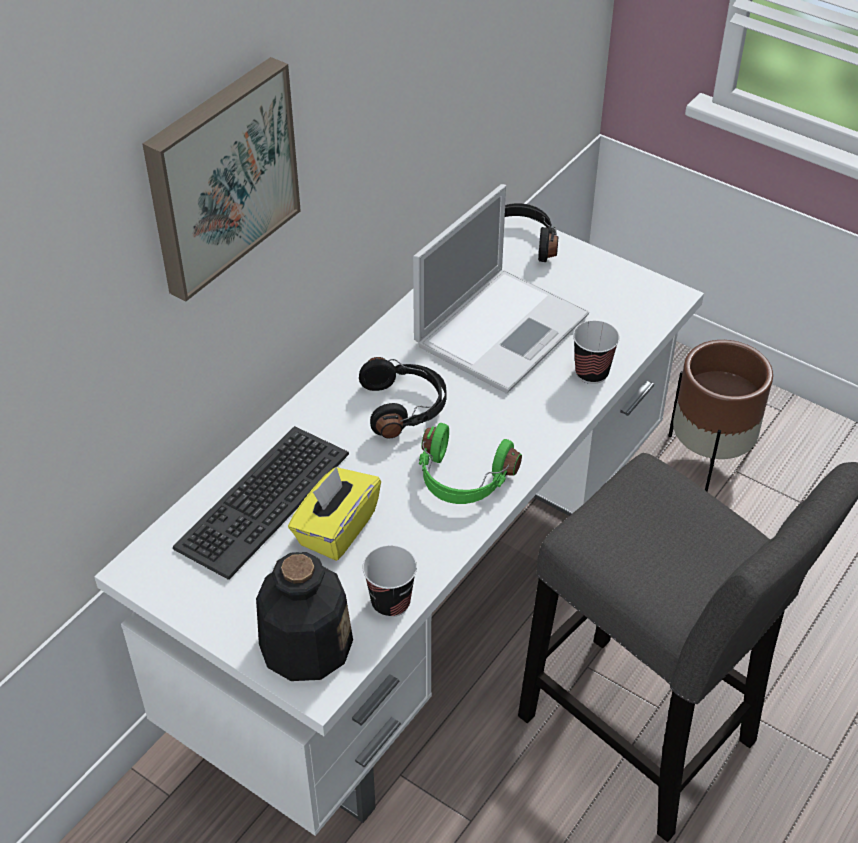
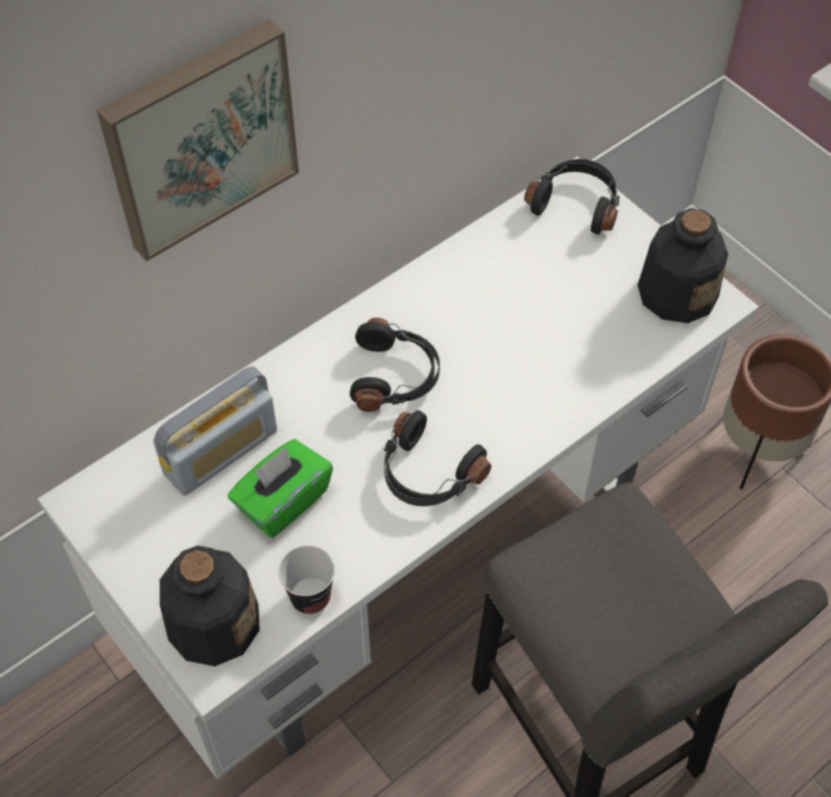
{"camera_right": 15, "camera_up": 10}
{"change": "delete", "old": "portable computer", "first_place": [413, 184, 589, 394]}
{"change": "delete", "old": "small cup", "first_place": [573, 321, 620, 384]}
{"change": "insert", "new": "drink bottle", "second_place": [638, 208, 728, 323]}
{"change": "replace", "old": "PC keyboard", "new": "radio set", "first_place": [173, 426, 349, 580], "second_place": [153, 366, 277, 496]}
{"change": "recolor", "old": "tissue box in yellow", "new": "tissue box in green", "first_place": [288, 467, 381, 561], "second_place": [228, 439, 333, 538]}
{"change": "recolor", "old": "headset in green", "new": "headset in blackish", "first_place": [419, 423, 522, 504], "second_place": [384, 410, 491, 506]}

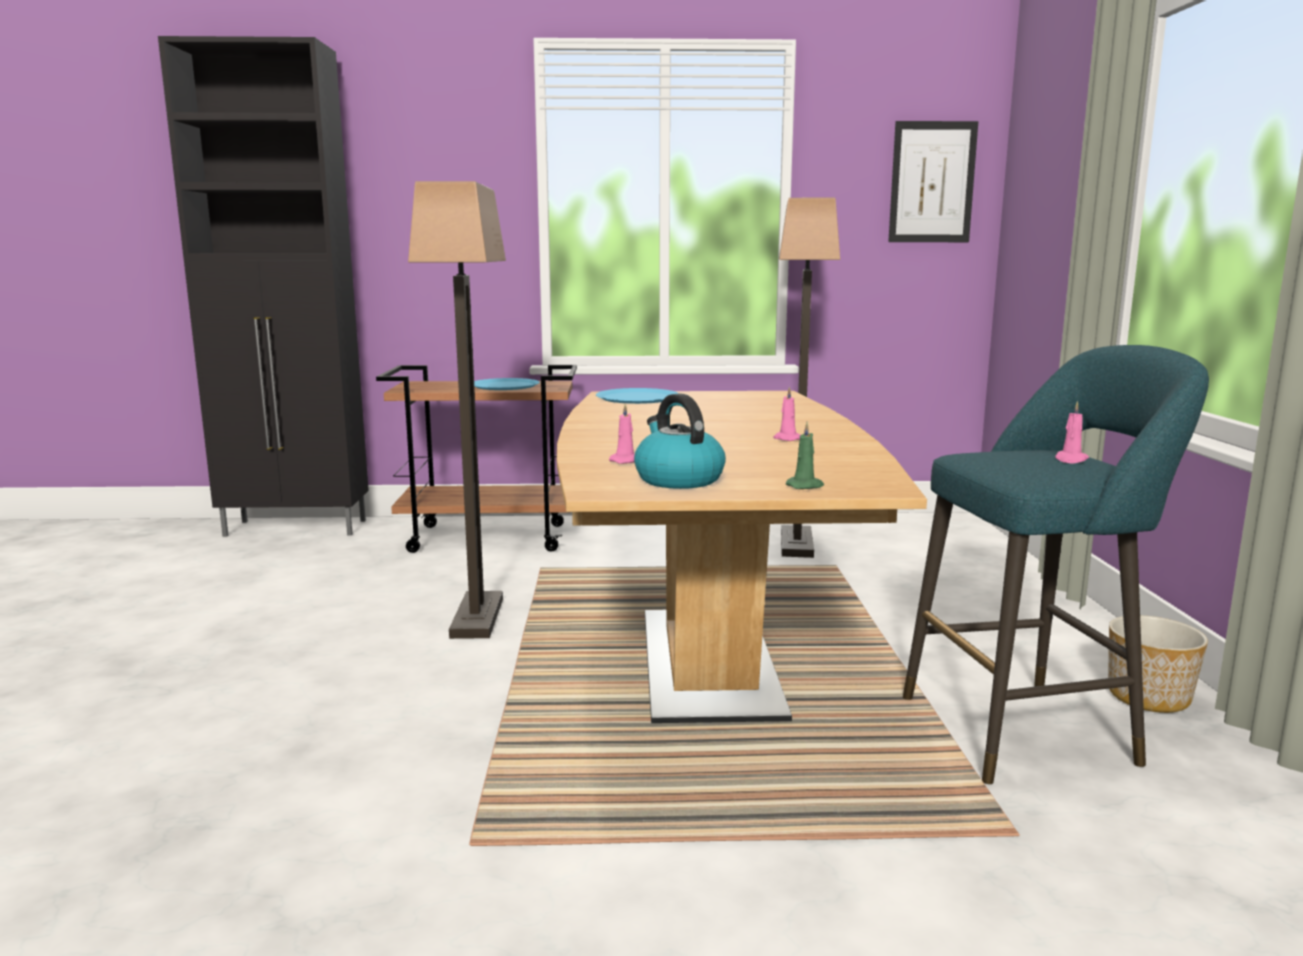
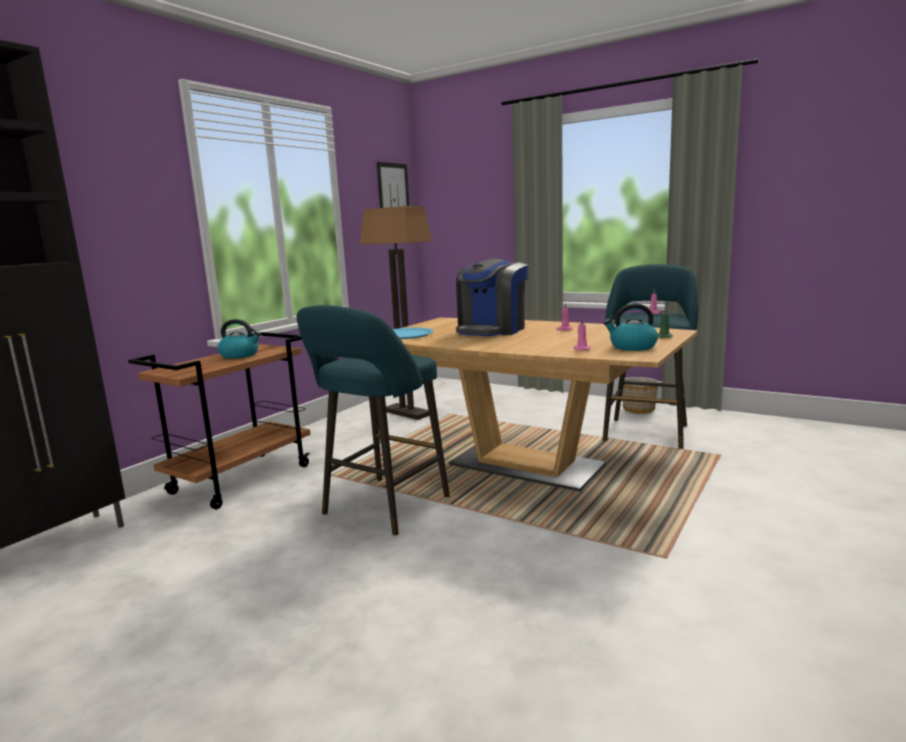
{"camera_right": -55, "camera_up": 0}
{"change": "insert", "new": "coffee machine", "second_place": [456, 259, 529, 336]}
{"change": "replace", "old": "floor lamp", "new": "stool seat in blue-green", "first_place": [408, 181, 506, 639], "second_place": [297, 305, 450, 535]}
{"change": "replace", "old": "dinner plate in blue-coloured", "new": "tea kettle", "first_place": [474, 378, 540, 390], "second_place": [218, 319, 261, 359]}

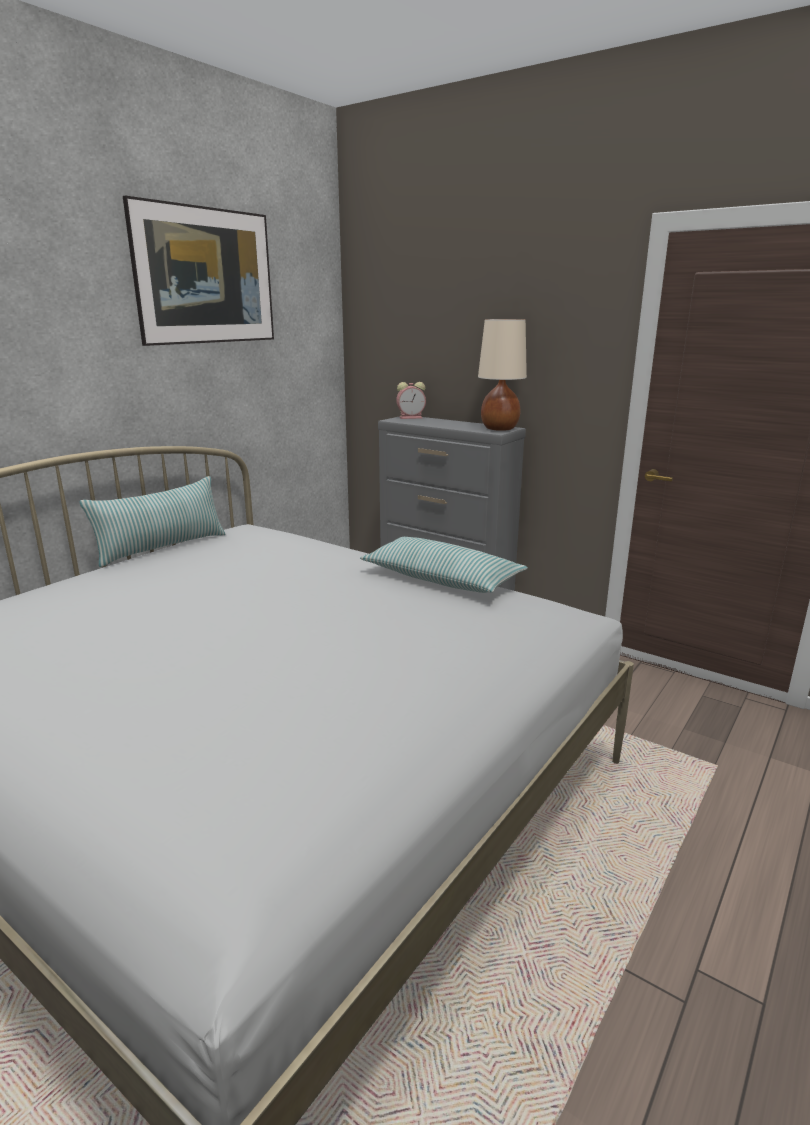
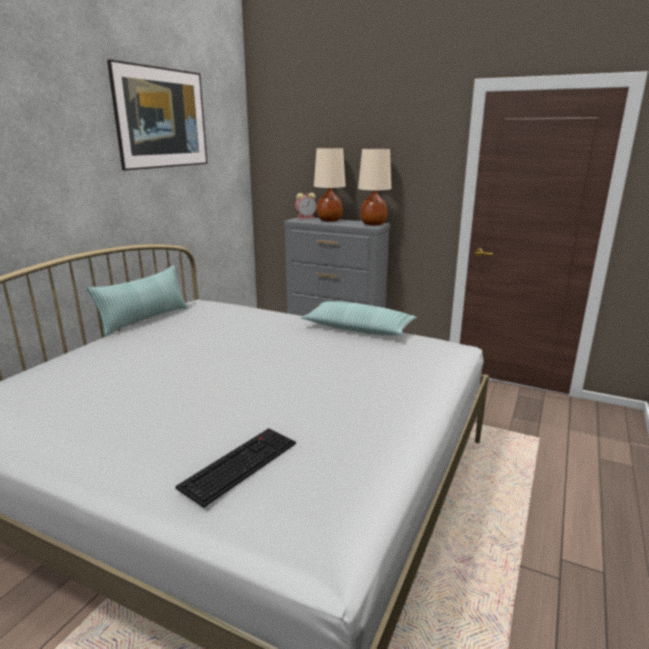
{"camera_right": -10, "camera_up": 0}
{"change": "insert", "new": "PC keyboard", "second_place": [175, 428, 296, 508]}
{"change": "insert", "new": "lamp for a table in beige-coloured", "second_place": [314, 148, 346, 222]}

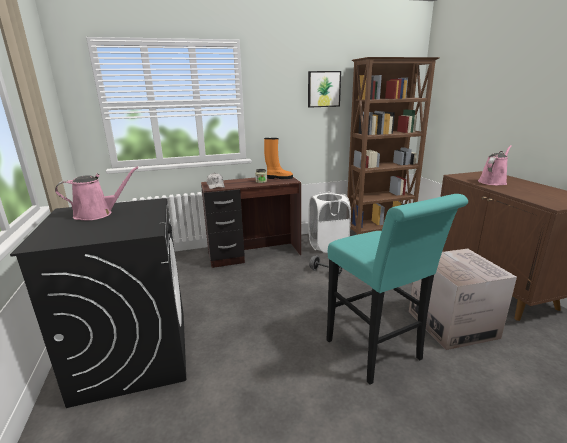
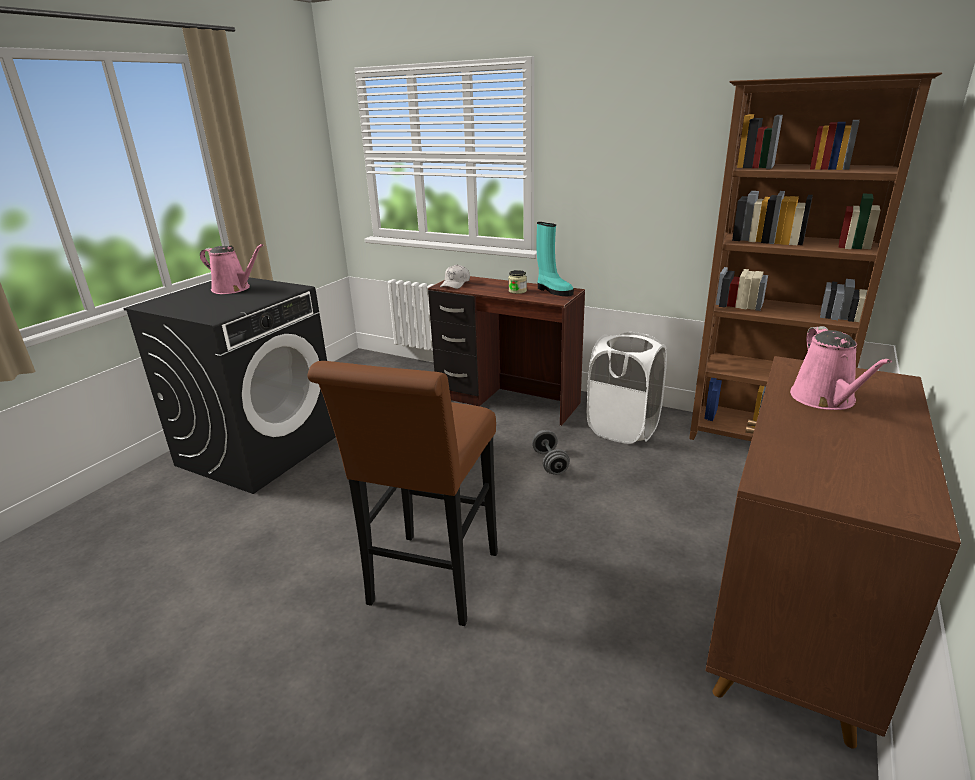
{"camera_right": 45, "camera_up": 5}
{"change": "delete", "old": "wall picture", "first_place": [308, 71, 341, 108]}
{"change": "delete", "old": "packing box", "first_place": [409, 249, 517, 350]}
{"change": "recolor", "old": "boot in orangey", "new": "boot in blue-green", "first_place": [264, 138, 293, 179], "second_place": [536, 222, 574, 296]}
{"change": "recolor", "old": "stool seat in blue-green", "new": "stool seat in brown-coloured", "first_place": [326, 194, 468, 385], "second_place": [308, 361, 498, 626]}
{"change": "rotate", "old": "watering pot in pink-coloured", "first_place": [478, 145, 512, 186], "second_place": [790, 326, 892, 410], "degrees": 90}

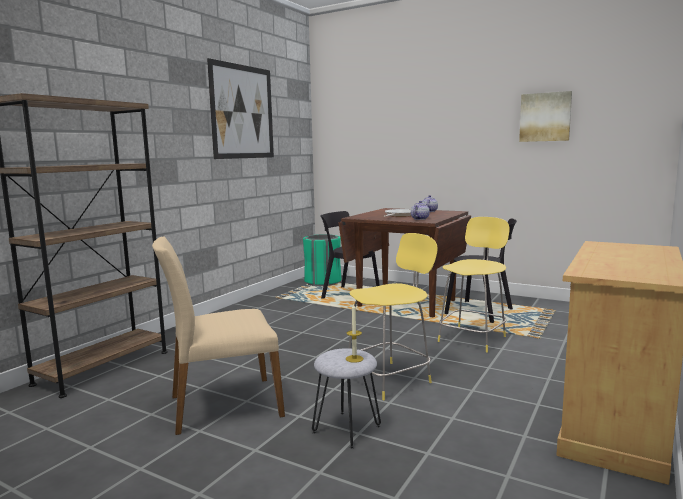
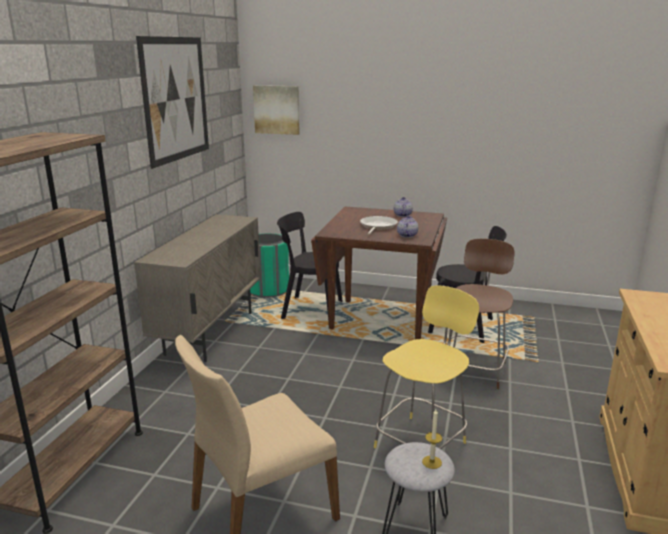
{"camera_right": -15, "camera_up": 10}
{"change": "insert", "new": "cabinet in beige-coloured", "second_place": [134, 214, 261, 362]}
{"change": "move", "old": "wall picture", "first_place": [519, 91, 572, 142], "second_place": [253, 85, 300, 135]}
{"change": "recolor", "old": "stool seat in yellow", "new": "stool seat in brown-coloured", "first_place": [438, 217, 509, 352], "second_place": [447, 239, 515, 389]}

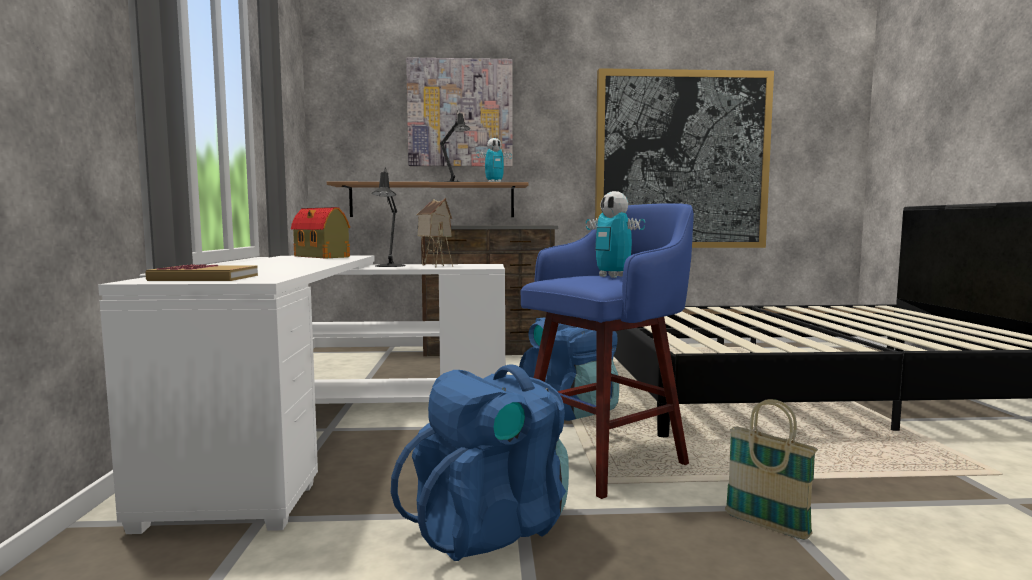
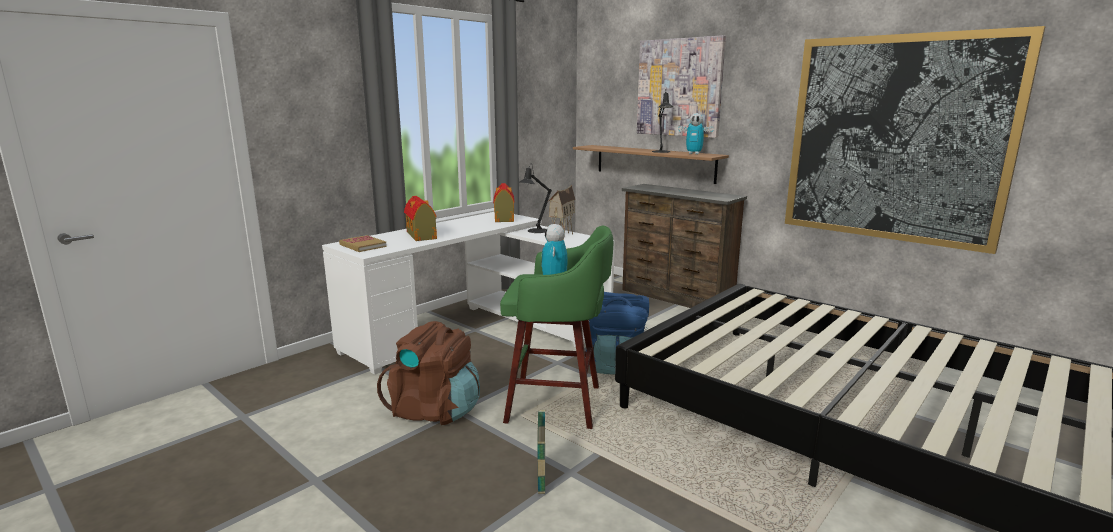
{"camera_right": 45, "camera_up": 10}
{"change": "insert", "new": "model house", "second_place": [404, 196, 437, 241]}
{"change": "recolor", "old": "knapsack in blue-coloured", "new": "knapsack in brown-coloured", "first_place": [391, 365, 569, 561], "second_place": [377, 321, 480, 425]}
{"change": "recolor", "old": "stool seat in blue-coloured", "new": "stool seat in green", "first_place": [521, 203, 694, 499], "second_place": [500, 226, 613, 429]}

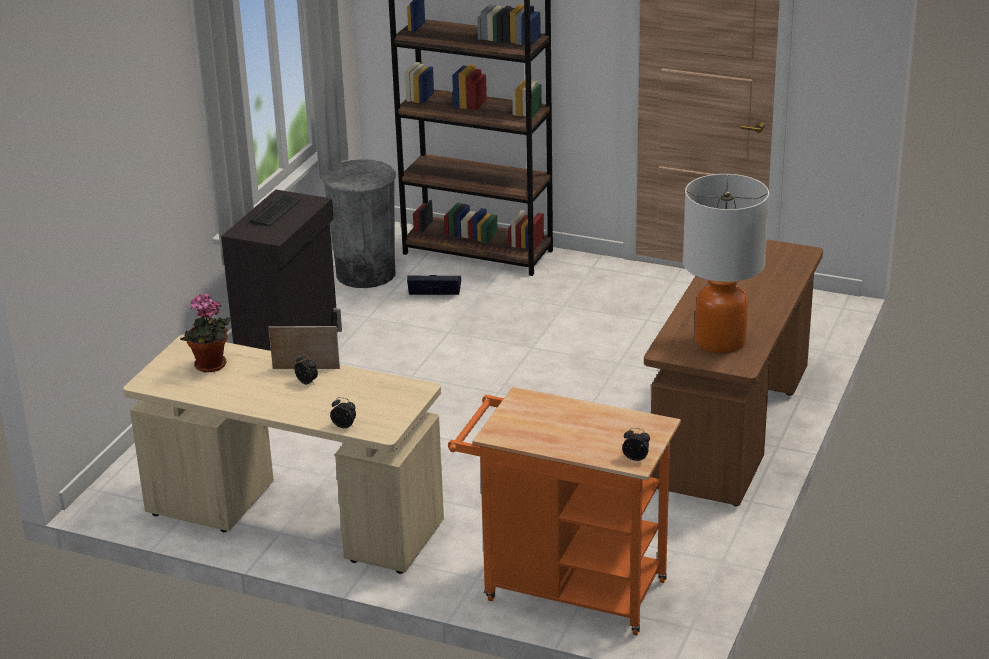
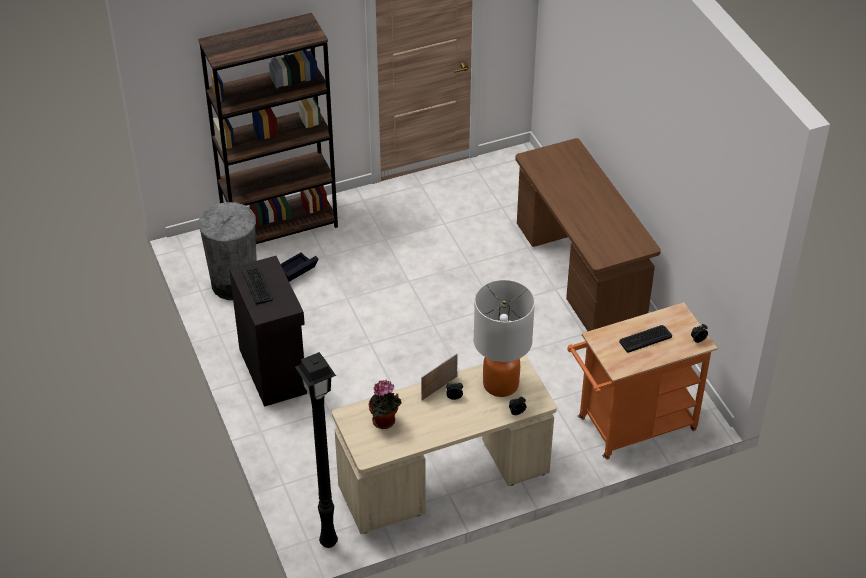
{"camera_right": -45, "camera_up": 15}
{"change": "insert", "new": "floor lamp in blackish", "second_place": [295, 352, 338, 548]}
{"change": "insert", "new": "PC keyboard", "second_place": [619, 325, 672, 353]}
{"change": "move", "old": "lamp for a table", "first_place": [683, 174, 769, 354], "second_place": [473, 280, 535, 397]}

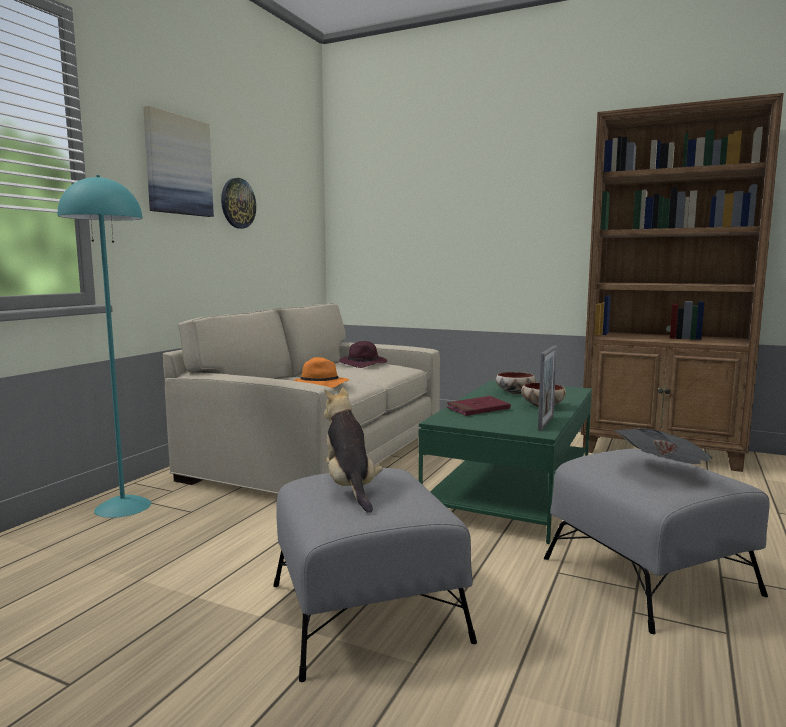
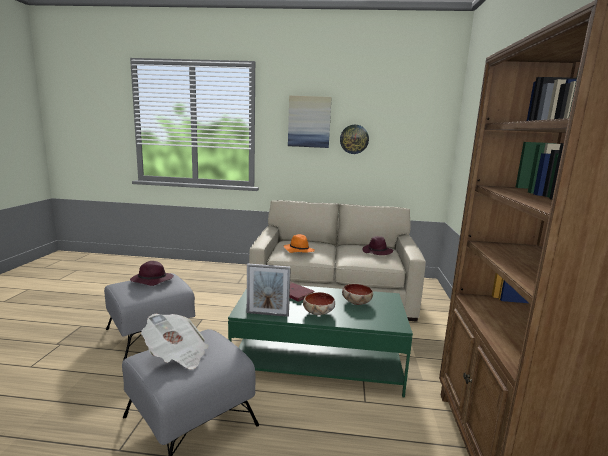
{"camera_right": 70, "camera_up": 5}
{"change": "delete", "old": "floor lamp in blue-green", "first_place": [58, 175, 151, 518]}
{"change": "replace", "old": "soft toy", "new": "hat in purple", "first_place": [324, 387, 383, 513], "second_place": [130, 261, 174, 286]}

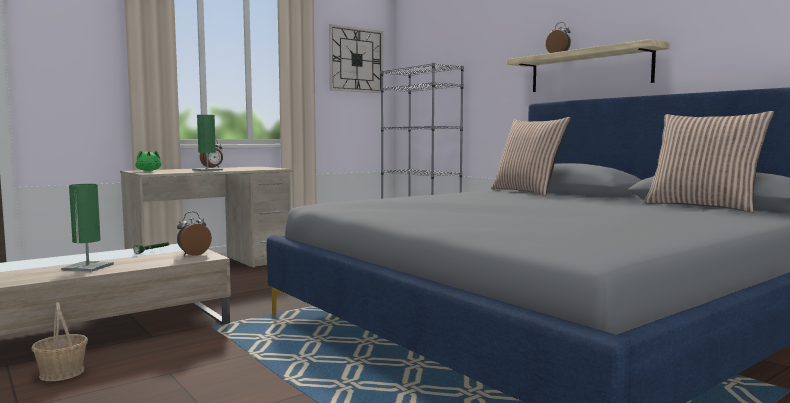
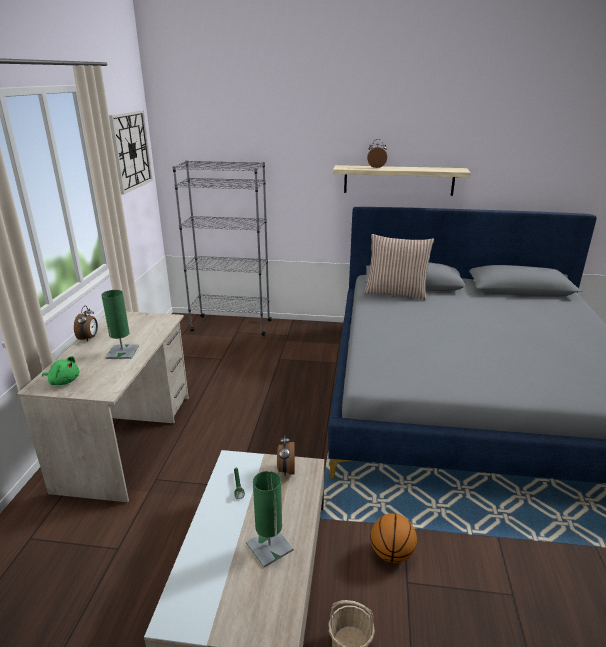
{"camera_right": -45, "camera_up": 20}
{"change": "delete", "old": "throw pillow", "first_place": [644, 111, 774, 213]}
{"change": "insert", "new": "basketball ball", "second_place": [371, 513, 417, 563]}

